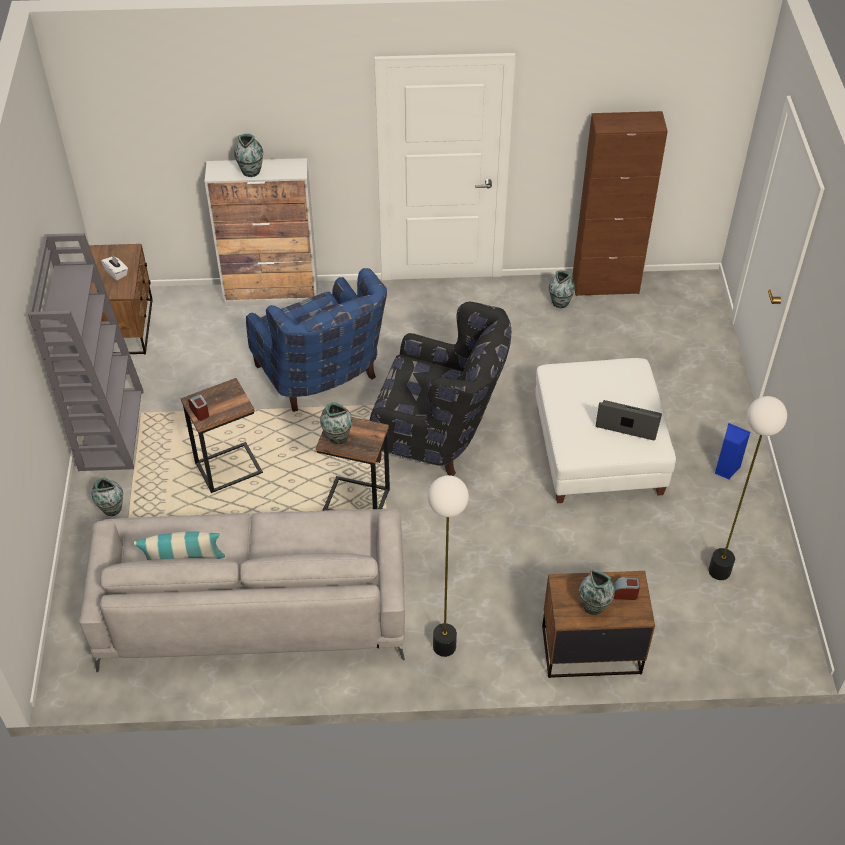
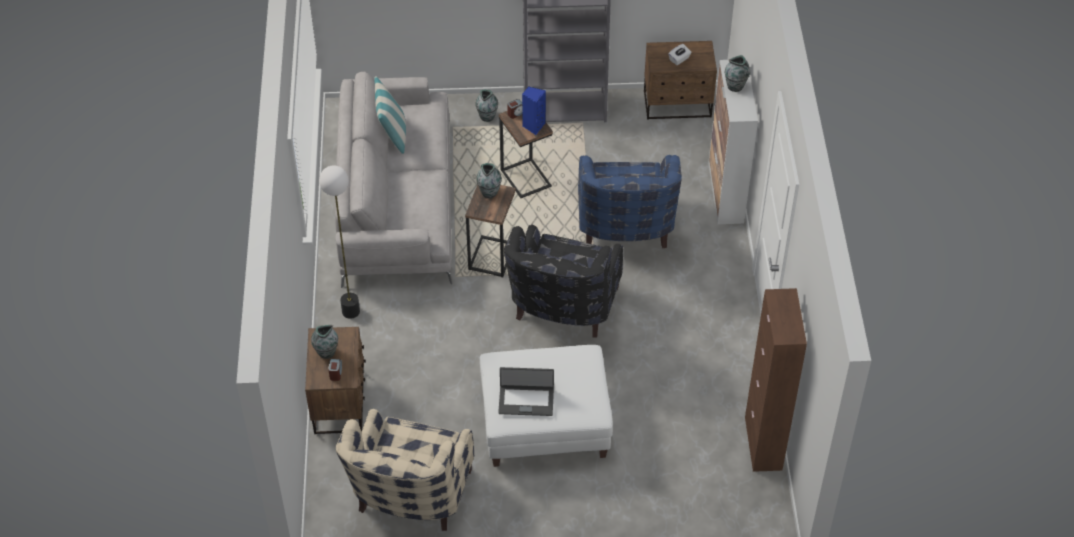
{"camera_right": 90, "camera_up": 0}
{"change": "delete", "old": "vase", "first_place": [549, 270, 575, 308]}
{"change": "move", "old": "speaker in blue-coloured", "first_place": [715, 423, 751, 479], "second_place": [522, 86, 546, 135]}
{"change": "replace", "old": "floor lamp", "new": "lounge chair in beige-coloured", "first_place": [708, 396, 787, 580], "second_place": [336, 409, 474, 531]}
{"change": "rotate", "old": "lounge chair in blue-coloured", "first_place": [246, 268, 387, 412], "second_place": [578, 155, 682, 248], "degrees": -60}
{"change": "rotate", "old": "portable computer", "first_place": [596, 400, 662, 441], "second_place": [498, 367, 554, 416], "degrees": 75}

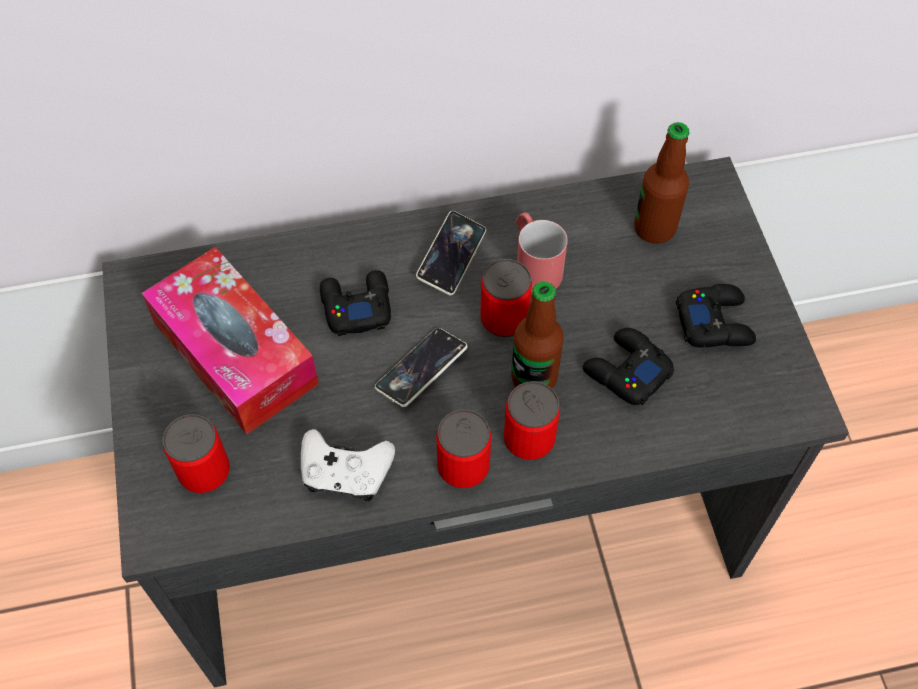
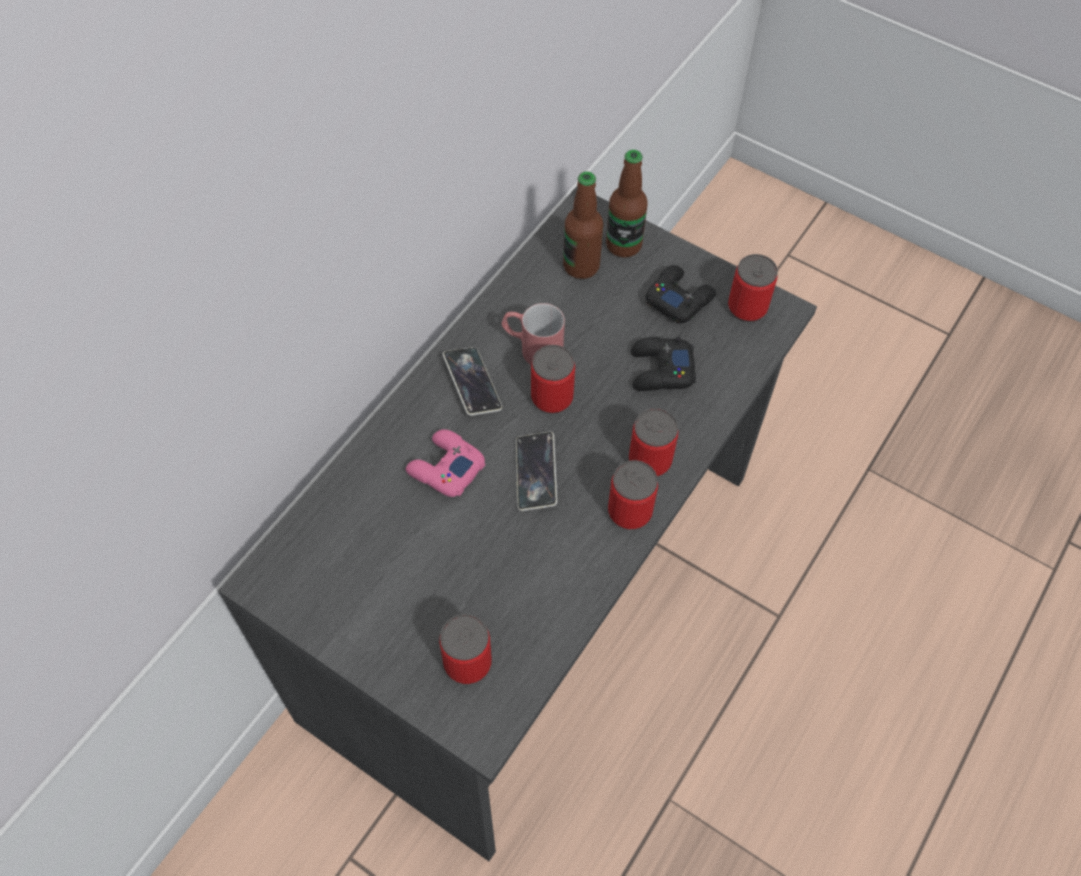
{"camera_right": -45, "camera_up": 0}
{"change": "delete", "old": "tissue box", "first_place": [142, 247, 319, 435]}
{"change": "delete", "old": "joypad in white-coloured", "first_place": [301, 429, 395, 501]}
{"change": "insert", "new": "sealed can", "second_place": [728, 254, 778, 322]}
{"change": "move", "old": "drink bottle", "first_place": [511, 281, 564, 389], "second_place": [606, 150, 648, 257]}
{"change": "recolor", "old": "joypad in blackish", "new": "joypad in pink-coloured", "first_place": [320, 270, 391, 336], "second_place": [406, 429, 485, 497]}

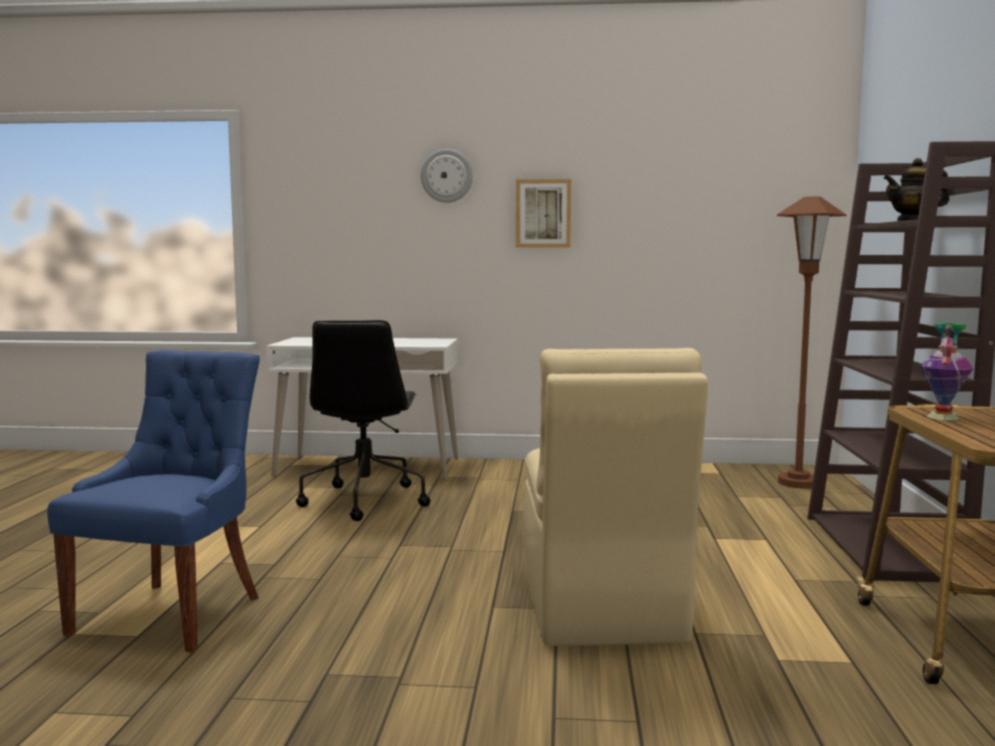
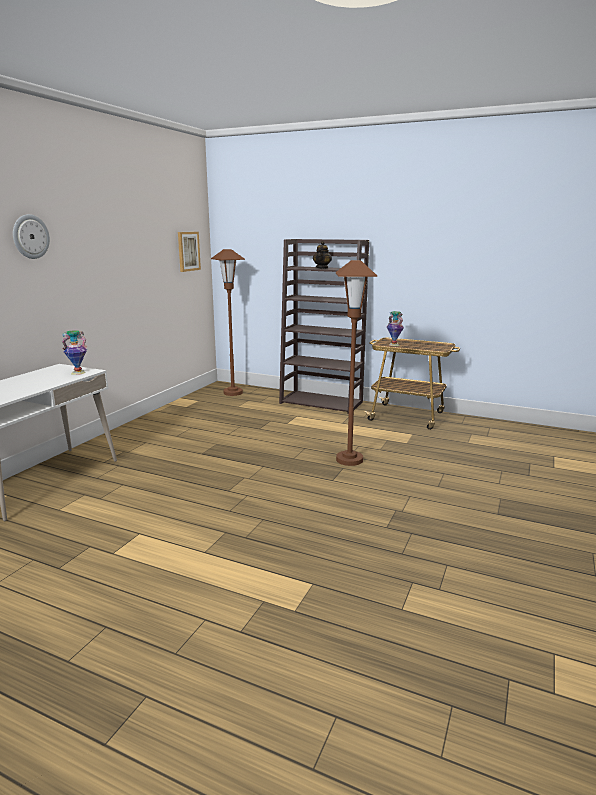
{"camera_right": -70, "camera_up": 10}
{"change": "delete", "old": "plain chair in blue-coloured", "first_place": [47, 350, 260, 652]}
{"change": "delete", "old": "desk chair in blackish", "first_place": [296, 320, 431, 521]}
{"change": "insert", "new": "vase", "second_place": [61, 330, 87, 375]}
{"change": "move", "old": "wall picture", "first_place": [516, 179, 571, 248], "second_place": [178, 232, 201, 272]}
{"change": "replace", "old": "plain chair in beige-coloured", "new": "floor lamp in brown-coloured", "first_place": [524, 348, 708, 646], "second_place": [336, 260, 377, 466]}

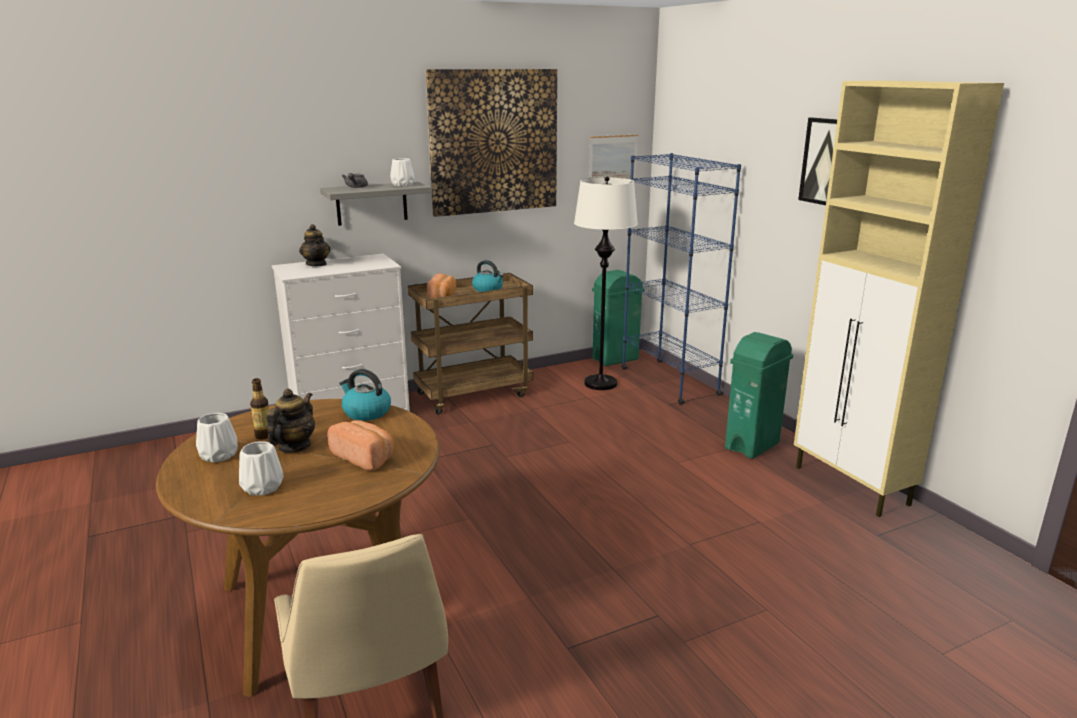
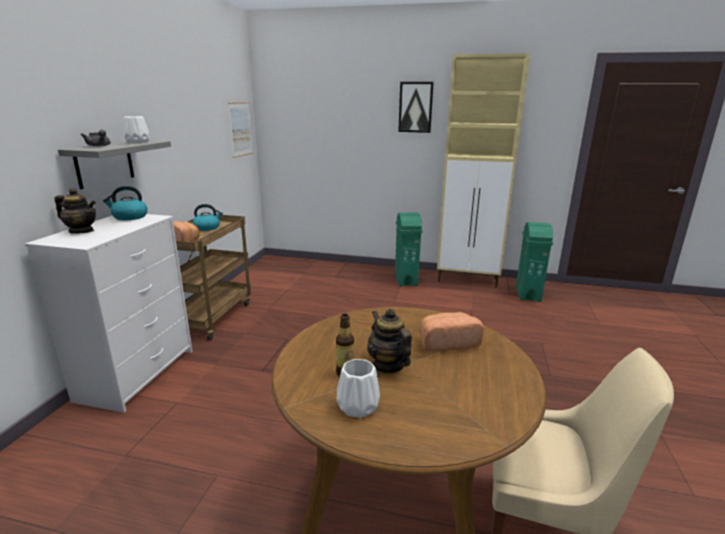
{"camera_right": -50, "camera_up": 0}
{"change": "delete", "old": "vase in white-coloured", "first_place": [239, 441, 284, 495]}
{"change": "delete", "old": "wall picture", "first_place": [425, 69, 557, 217]}
{"change": "delete", "old": "floor lamp in white-coloured", "first_place": [574, 177, 638, 390]}
{"change": "delete", "old": "bookcase in blue-coloured", "first_place": [621, 153, 741, 405]}
{"change": "move", "old": "tea kettle", "first_place": [339, 369, 391, 421], "second_place": [103, 186, 148, 220]}
{"change": "move", "old": "rubbish bin in green", "first_place": [592, 270, 645, 366], "second_place": [516, 222, 553, 302]}

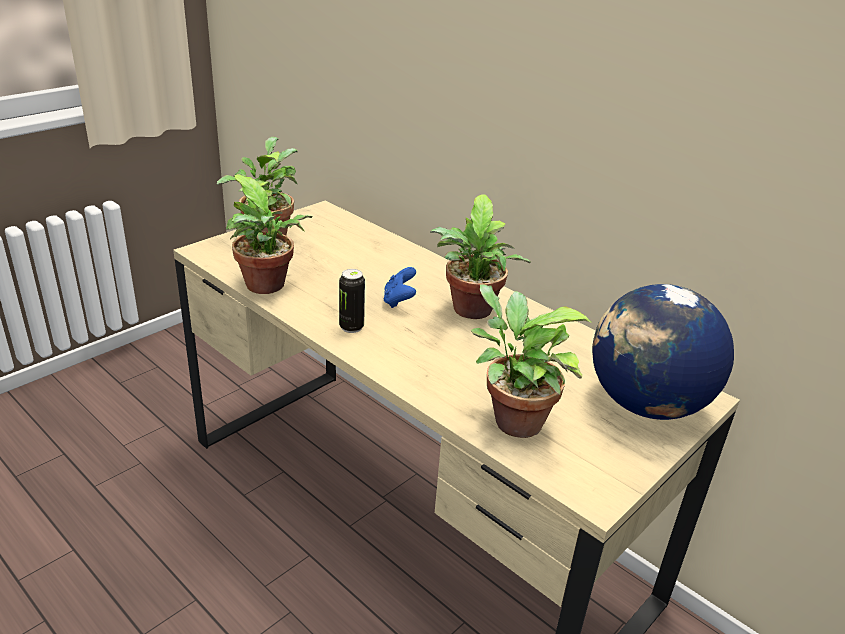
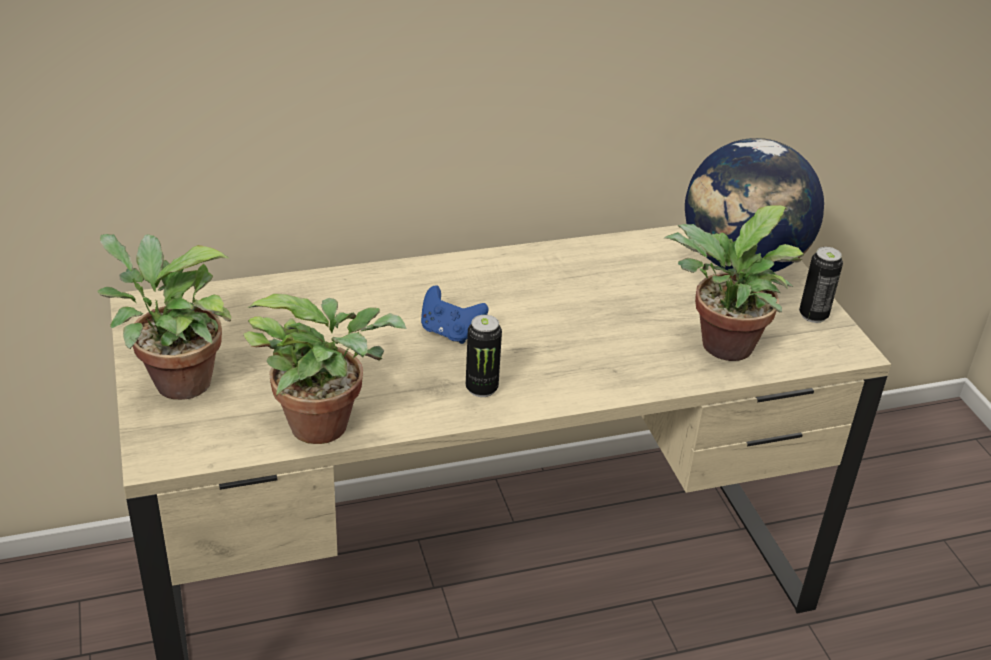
{"camera_right": -60, "camera_up": 5}
{"change": "delete", "old": "plant in a pot", "first_place": [430, 194, 531, 319]}
{"change": "insert", "new": "sealed can", "second_place": [799, 247, 843, 323]}

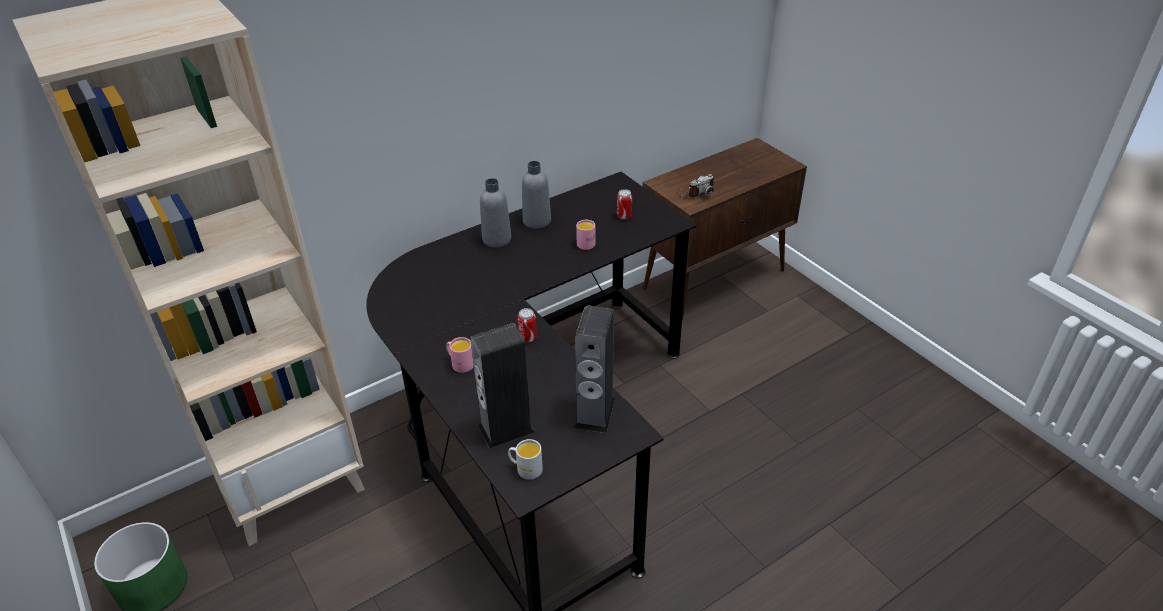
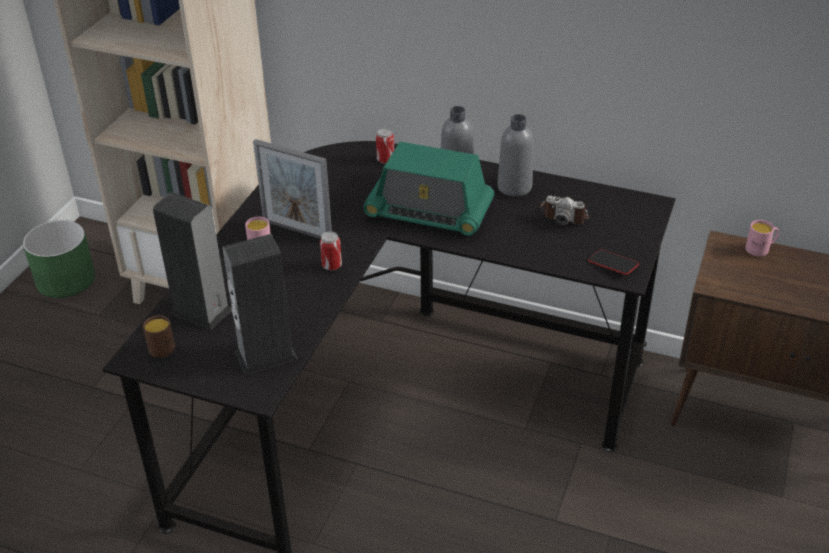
{"camera_right": 55, "camera_up": 0}
{"change": "insert", "new": "standing frame", "second_place": [253, 139, 332, 239]}
{"change": "insert", "new": "radio set", "second_place": [363, 142, 494, 236]}
{"change": "insert", "new": "handset", "second_place": [588, 250, 639, 275]}
{"change": "move", "old": "coffee mug in pink-coloured", "first_place": [576, 220, 595, 250], "second_place": [745, 220, 779, 256]}
{"change": "move", "old": "sealed can", "first_place": [617, 189, 632, 219], "second_place": [376, 128, 394, 164]}
{"change": "move", "old": "photo camera", "first_place": [676, 174, 715, 198], "second_place": [539, 195, 589, 225]}
{"change": "recolor", "old": "coffee mug in white-coloured", "new": "coffee mug in brown-coloured", "first_place": [508, 439, 543, 480], "second_place": [143, 315, 175, 358]}

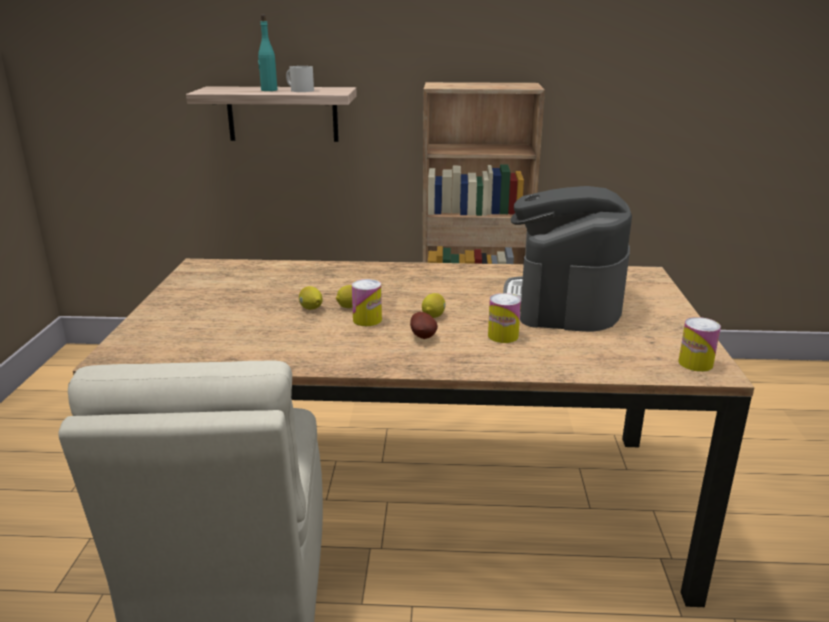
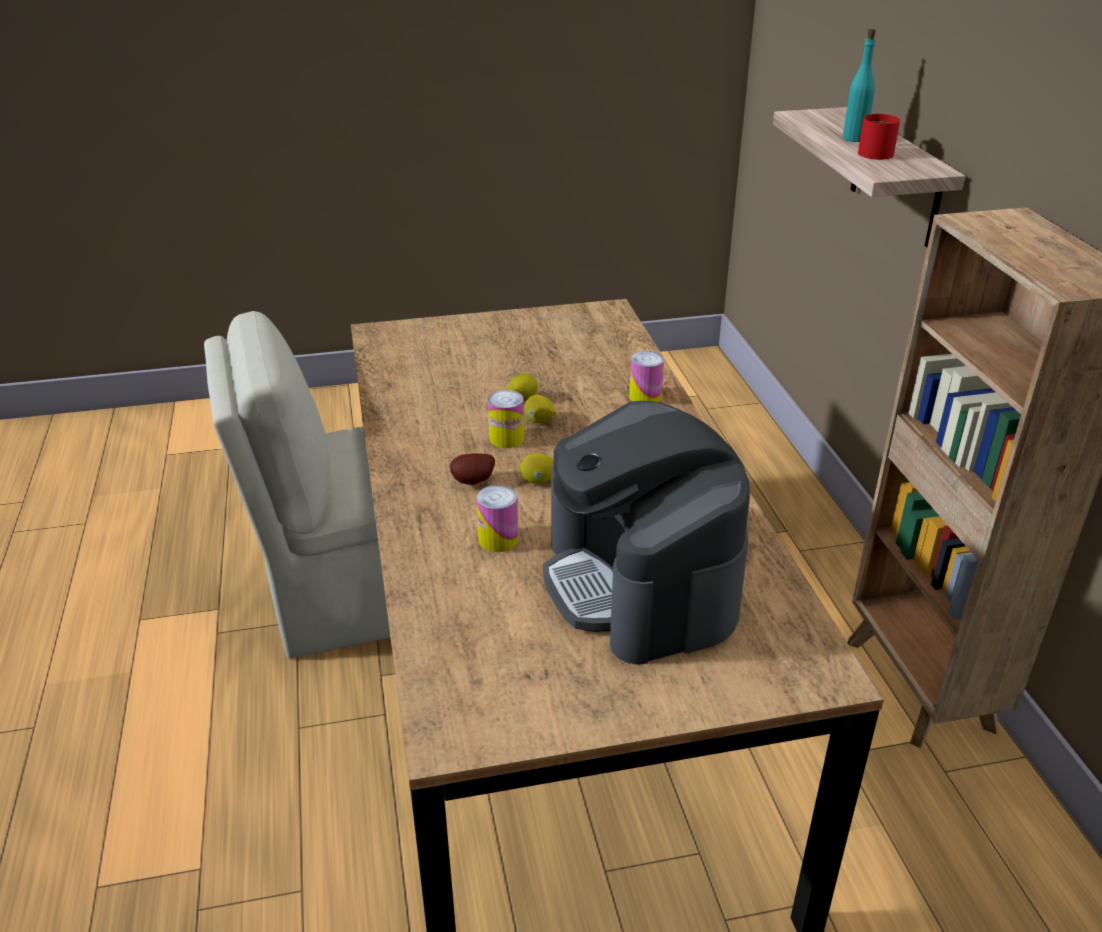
{"camera_right": 75, "camera_up": 10}
{"change": "move", "old": "sealed can", "first_place": [678, 317, 721, 372], "second_place": [629, 351, 664, 402]}
{"change": "recolor", "old": "coffee mug in white-coloured", "new": "coffee mug in red-coloured", "first_place": [286, 66, 314, 92], "second_place": [858, 114, 900, 160]}
{"change": "rotate", "old": "coffee machine", "first_place": [503, 186, 632, 332], "second_place": [543, 401, 750, 665], "degrees": -105}

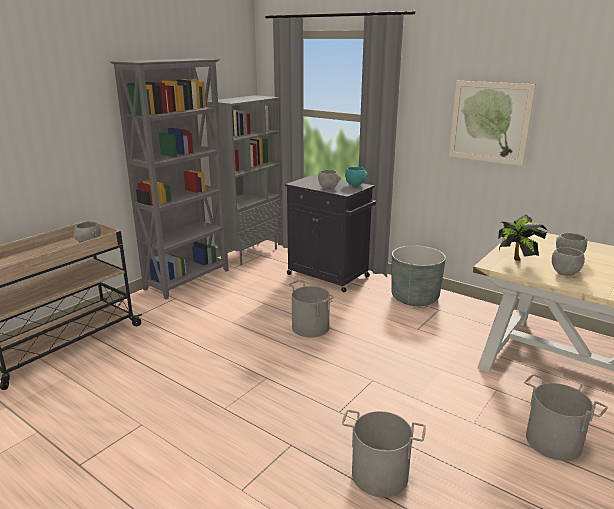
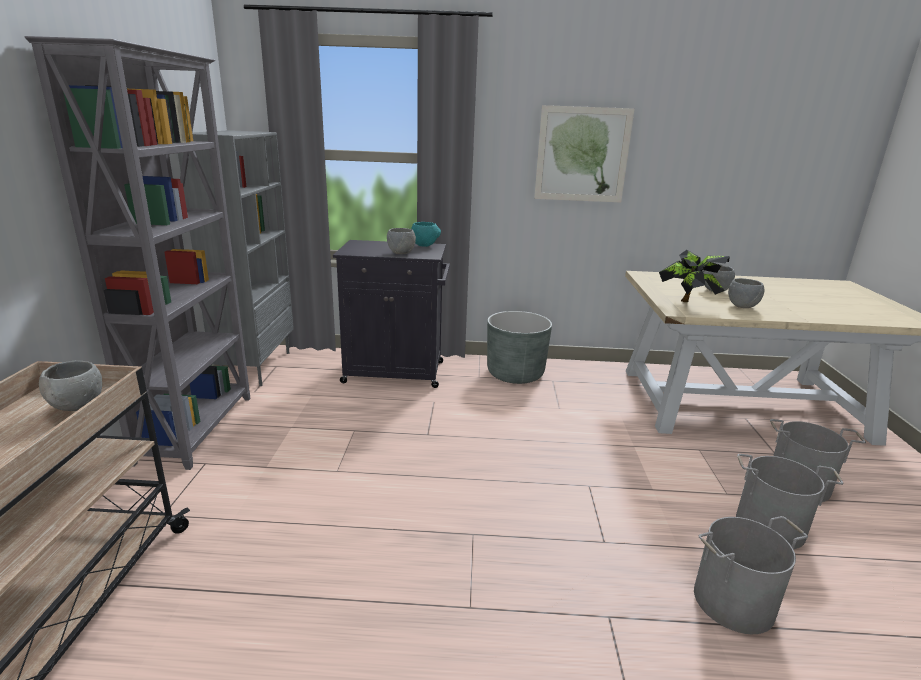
{"camera_right": -35, "camera_up": 0}
{"change": "move", "old": "water bucket in gray", "first_place": [288, 280, 334, 337], "second_place": [736, 454, 844, 549]}

